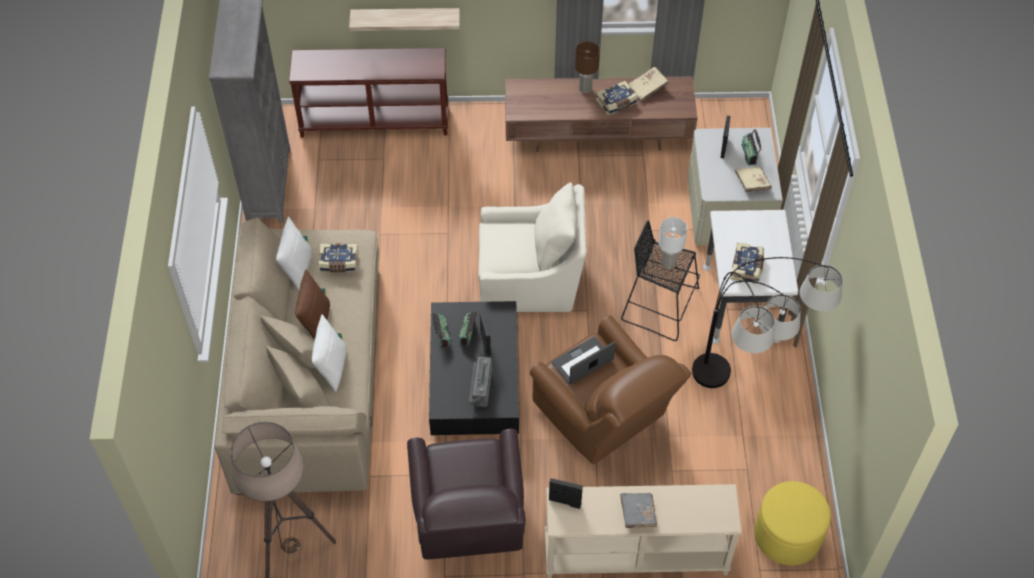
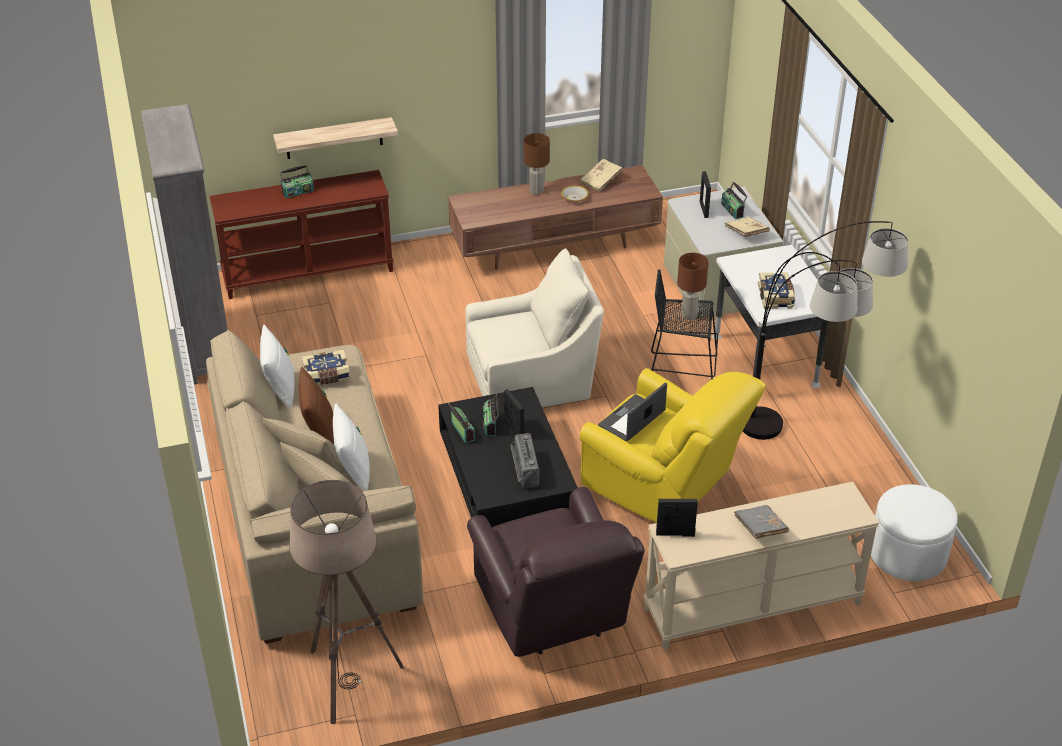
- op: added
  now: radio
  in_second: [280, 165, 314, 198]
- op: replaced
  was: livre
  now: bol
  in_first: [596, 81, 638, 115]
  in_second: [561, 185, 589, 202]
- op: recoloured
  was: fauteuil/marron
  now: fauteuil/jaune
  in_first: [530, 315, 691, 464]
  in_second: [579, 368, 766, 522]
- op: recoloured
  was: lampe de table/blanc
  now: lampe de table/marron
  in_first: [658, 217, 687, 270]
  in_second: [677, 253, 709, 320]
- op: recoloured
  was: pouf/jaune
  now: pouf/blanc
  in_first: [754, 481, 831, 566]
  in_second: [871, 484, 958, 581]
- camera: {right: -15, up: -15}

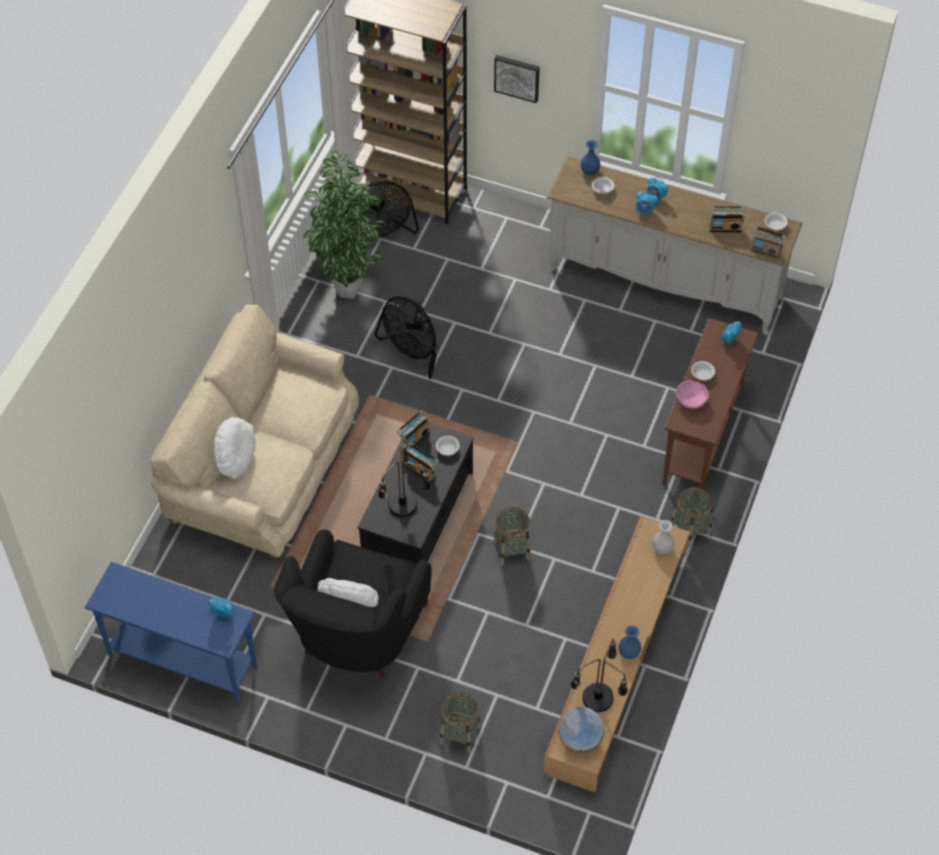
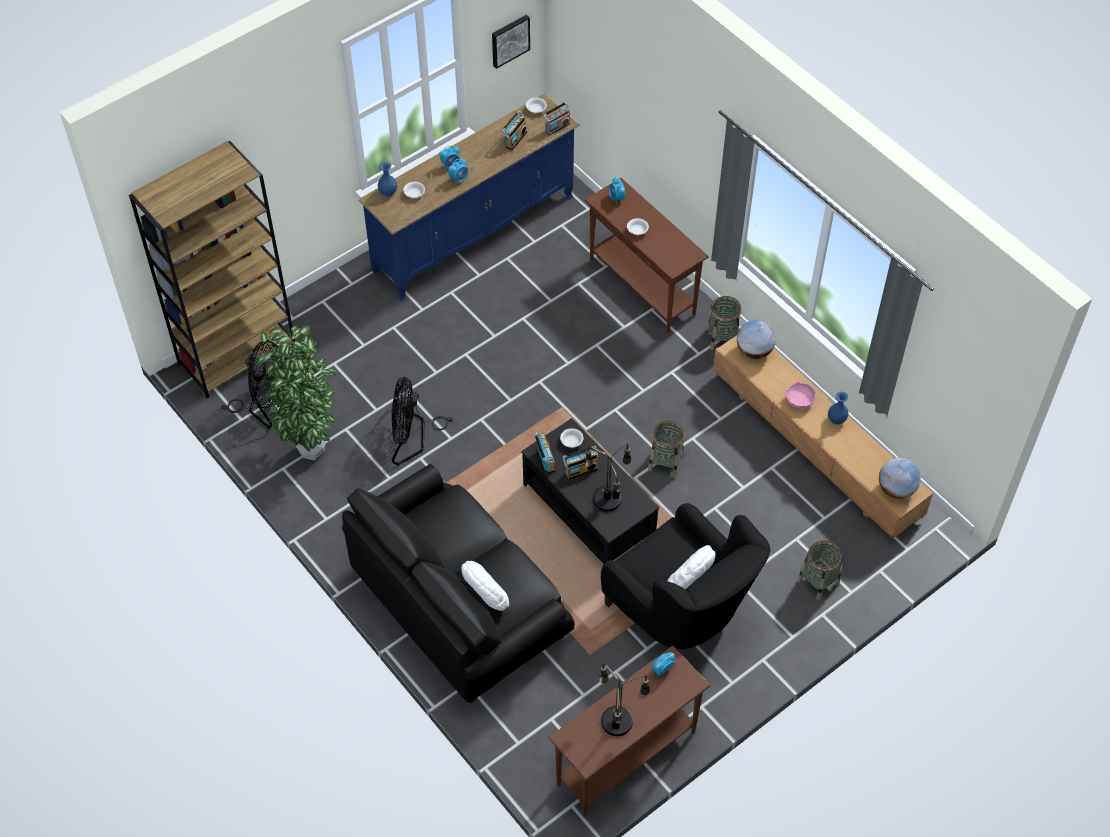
- op: moved
  was: tableau
  in_first: [494, 55, 540, 103]
  in_second: [492, 15, 530, 69]
- op: moved
  was: lampe de table
  in_first: [571, 638, 627, 712]
  in_second: [599, 663, 650, 736]
- op: moved
  was: bol/rose
  in_first: [676, 380, 709, 409]
  in_second: [786, 382, 816, 408]
- op: replaced
  was: vase/blanc
  now: globe
  in_first: [652, 520, 674, 554]
  in_second: [737, 320, 776, 359]
- op: recoloured
  was: table console/bleu
  now: table console/marron
  in_first: [85, 562, 257, 703]
  in_second: [549, 645, 710, 817]
- op: recoloured
  was: canapé/beige
  now: canapé/noir
  in_first: [150, 305, 359, 558]
  in_second: [342, 464, 575, 703]
- op: recoloured
  was: meuble de rangement/gris
  now: meuble de rangement/bleu
  in_first: [547, 156, 802, 335]
  in_second: [359, 93, 580, 301]
- op: turned
  was: ventilateur/noir
  in_first: [375, 297, 438, 379]
  in_second: [391, 376, 454, 466]
  clockwise: 105
- camera: {right: -60, up: 0}

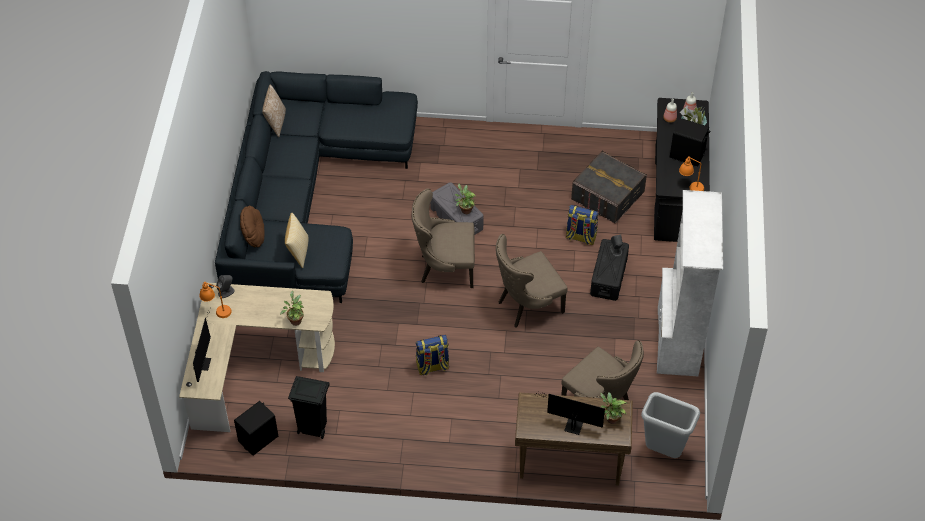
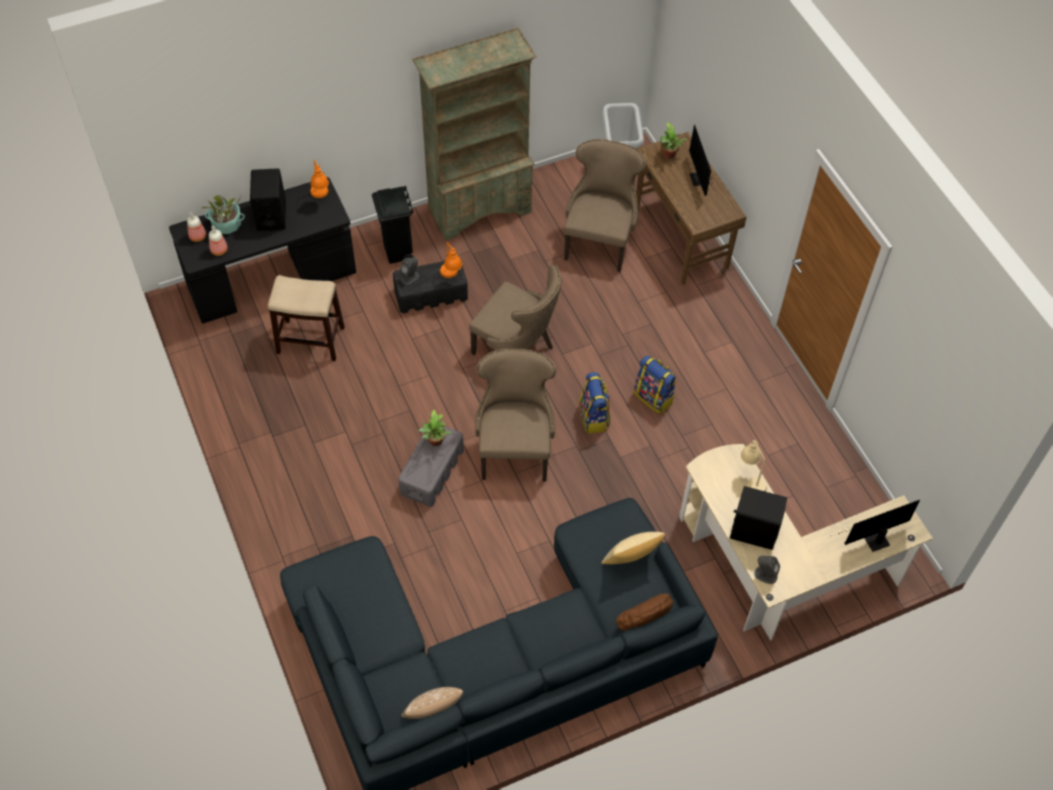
- op: moved
  was: lampe de table/orange
  in_first: [199, 282, 232, 318]
  in_second: [440, 242, 462, 278]
- op: moved
  was: enceinte/noir
  in_first: [234, 401, 278, 456]
  in_second: [730, 486, 788, 550]
- op: moved
  was: poubelle/noir
  in_first: [288, 376, 330, 439]
  in_second: [372, 186, 414, 264]
- op: moved
  was: sac à dos
  in_first: [566, 205, 599, 245]
  in_second: [579, 372, 610, 434]
- op: replaced
  was: plante en pot
  now: lampe de table/beige
  in_first: [280, 291, 304, 326]
  in_second: [741, 440, 767, 492]
- op: replaced
  was: boîte de rangement/gris
  now: tabouret
  in_first: [571, 150, 647, 223]
  in_second: [268, 275, 345, 361]
- op: recoloured
  was: bibliothèque/blanc
  now: bibliothèque/vert
  in_first: [657, 190, 723, 376]
  in_second: [412, 28, 537, 240]
- op: turned
  was: chaise/beige
  in_first: [412, 188, 475, 288]
  in_second: [475, 349, 556, 482]
  clockwise: -150
- camera: {right: -120, up: 5}

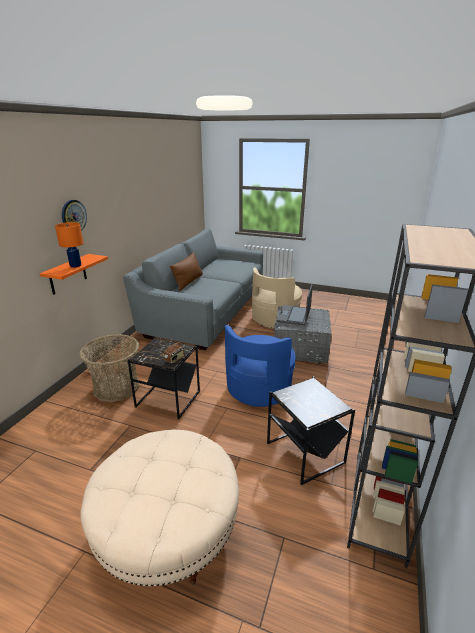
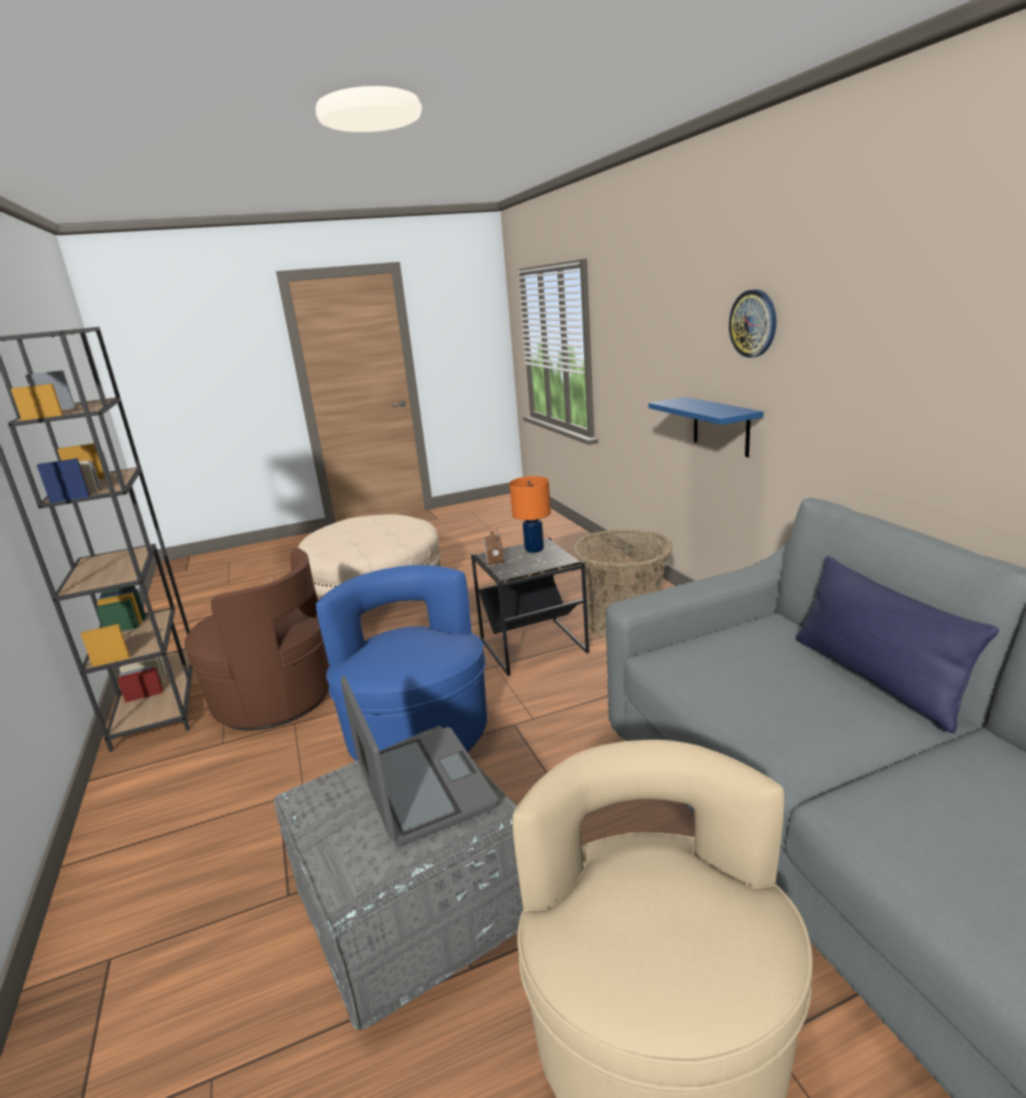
- op: moved
  was: lampe de table/orange
  in_first: [55, 222, 83, 268]
  in_second: [509, 476, 551, 553]
- op: replaced
  was: table d'appoint/noir
  now: fauteuil/marron
  in_first: [267, 376, 355, 485]
  in_second: [184, 548, 329, 730]
- op: recoloured
  was: étagère/orange
  now: étagère/bleu
  in_first: [40, 254, 108, 295]
  in_second: [648, 397, 763, 457]
- op: recoloured
  was: coussin/marron
  now: coussin/bleu
  in_first: [170, 252, 203, 291]
  in_second: [796, 556, 999, 733]
- camera: {right: 140, up: -5}

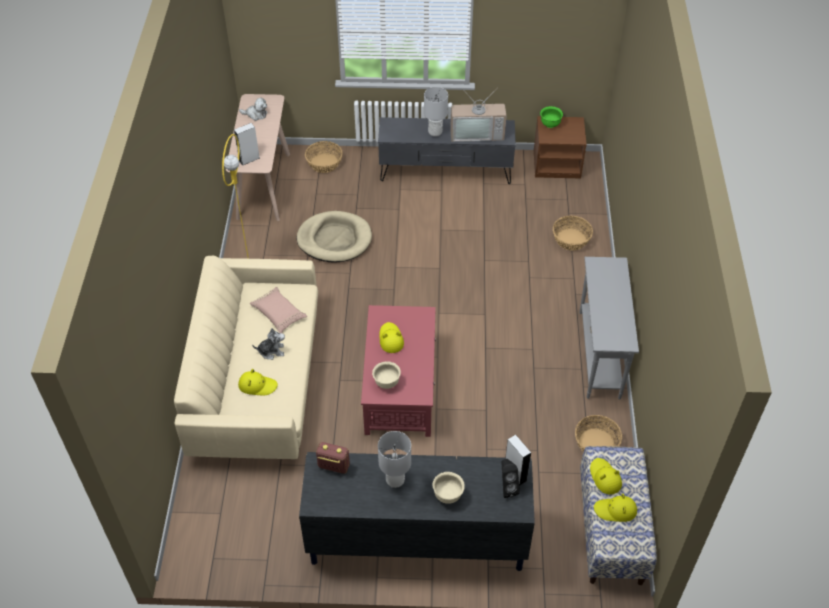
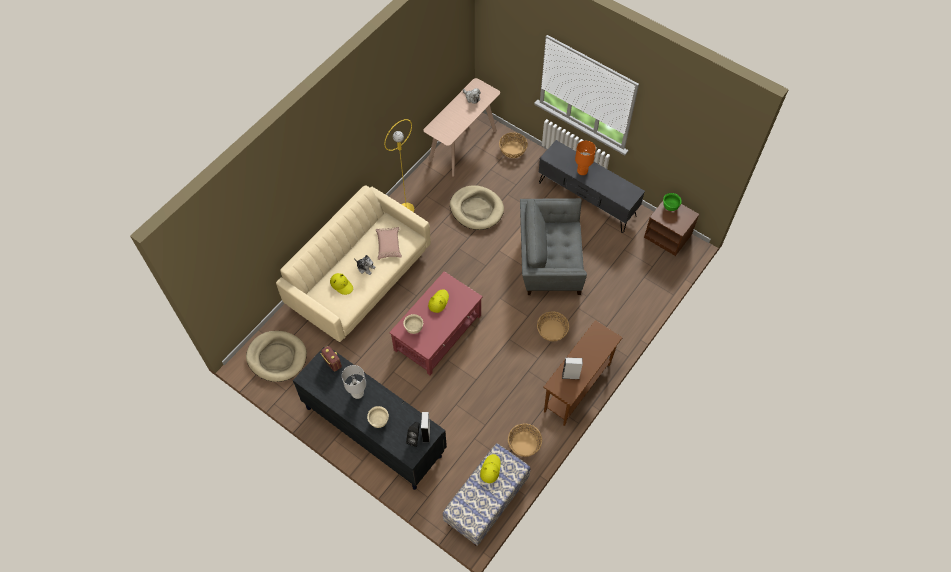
- op: removed
  was: téléviseur
  in_first: [450, 92, 506, 142]
- op: removed
  was: chapeau/jaune
  in_first: [594, 494, 637, 522]
- op: added
  now: panier pour chien/beige
  in_second: [246, 331, 307, 382]
- op: added
  now: fauteuil/gris
  in_second: [520, 198, 587, 295]
- op: moved
  was: enceinte/gris
  in_first: [234, 123, 260, 166]
  in_second: [562, 358, 583, 379]
- op: moved
  was: panier
  in_first: [553, 216, 593, 251]
  in_second: [537, 311, 569, 341]
- op: recoloured
  was: lampe de table/gris
  now: lampe de table/orange
  in_first: [424, 87, 448, 137]
  in_second: [575, 141, 596, 175]
- op: recoloured
  was: table console/gris
  now: table console/marron
  in_first: [579, 257, 639, 400]
  in_second: [543, 320, 623, 426]
- camera: {right: 35, up: 10}

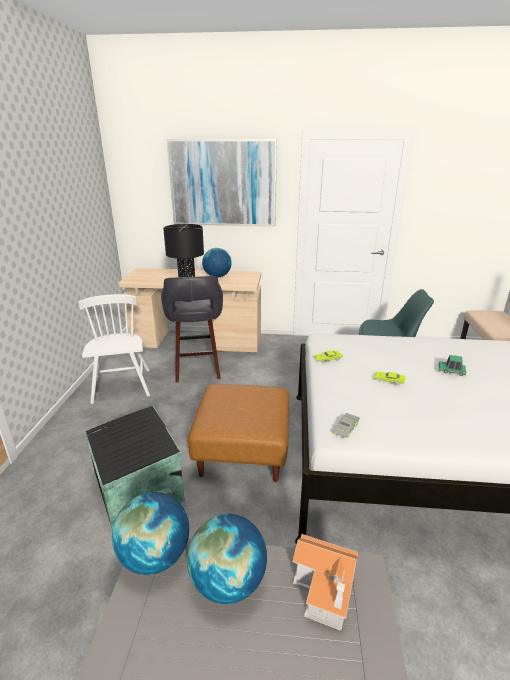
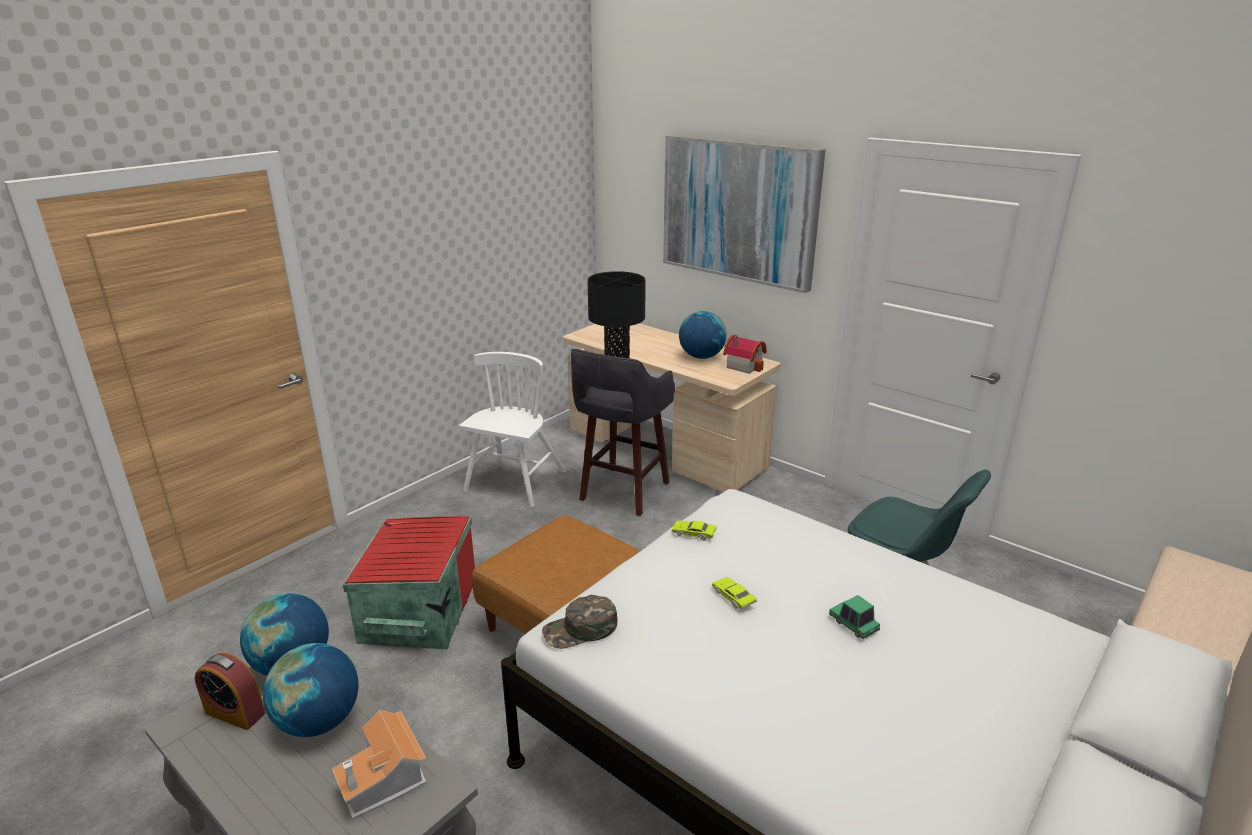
- op: added
  now: réveil
  in_second: [195, 653, 266, 730]
- op: added
  now: maison miniature
  in_second: [723, 335, 767, 374]
- op: replaced
  was: petite voiture/gris
  now: casquette/vert
  in_first: [332, 413, 360, 438]
  in_second: [542, 595, 617, 649]
- op: recoloured
  was: boîte de rangement/noir
  now: boîte de rangement/rouge
  in_first: [84, 406, 185, 529]
  in_second: [343, 516, 475, 649]
- camera: {right: 35, up: 0}

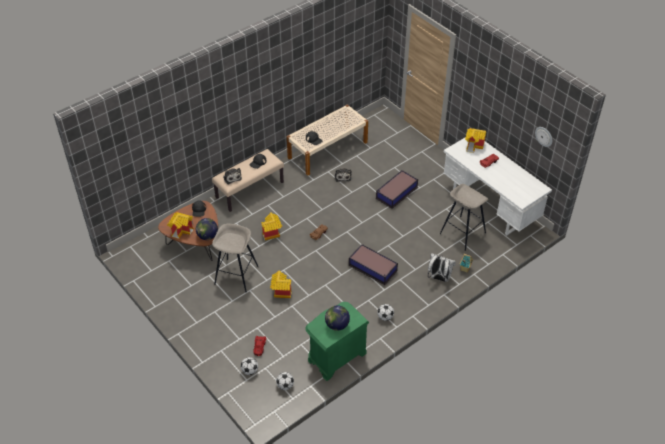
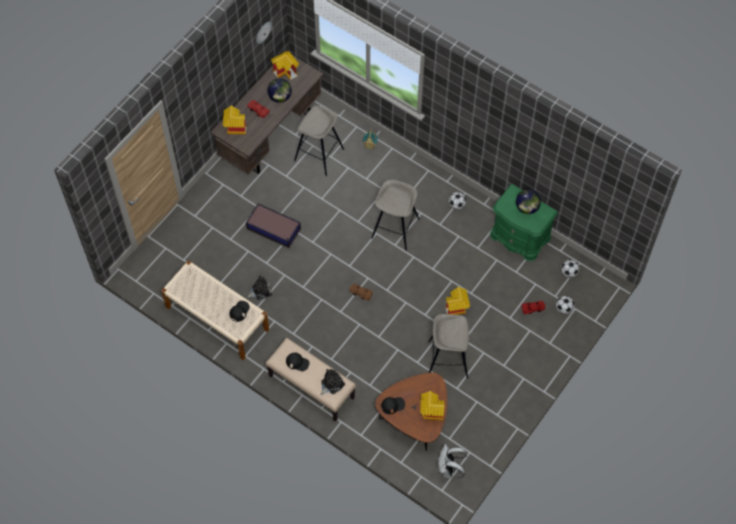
- op: moved
  was: globe
  in_first: [196, 218, 218, 240]
  in_second: [268, 78, 292, 103]
- op: moved
  was: maison miniature
  in_first: [262, 212, 282, 240]
  in_second: [271, 51, 299, 80]
- op: moved
  was: sac à dos/blanc
  in_first: [428, 253, 456, 282]
  in_second: [438, 444, 467, 478]
- op: replaced
  was: boîte de rangement
  now: tabouret/gris
  in_first: [349, 244, 398, 285]
  in_second: [371, 180, 420, 251]
- op: recoloured
  was: bureau/blanc
  now: bureau/marron
  in_first: [444, 138, 552, 235]
  in_second: [210, 56, 323, 175]
- camera: {right: -105, up: 15}

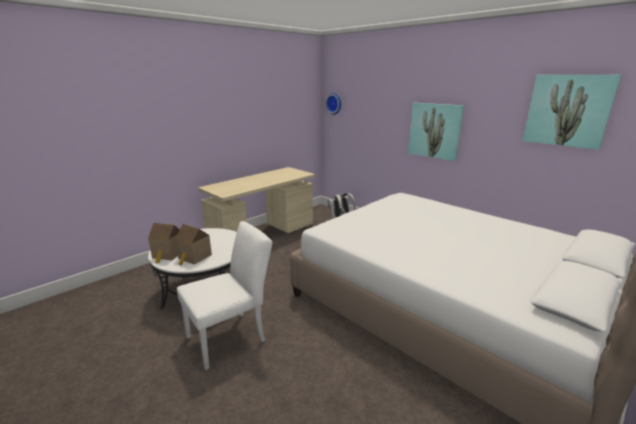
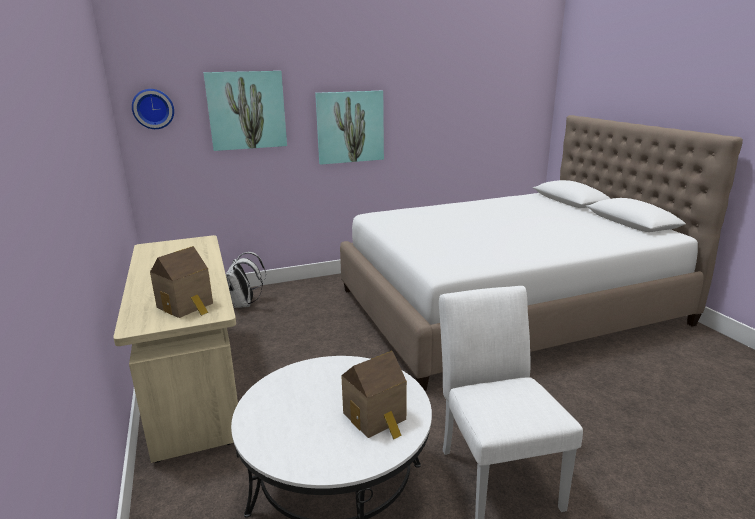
- op: moved
  was: maison miniature
  in_first: [148, 223, 180, 263]
  in_second: [150, 246, 213, 318]
- op: moved
  was: tableau
  in_first: [523, 75, 621, 150]
  in_second: [203, 71, 287, 151]
- camera: {right: -65, up: 0}

